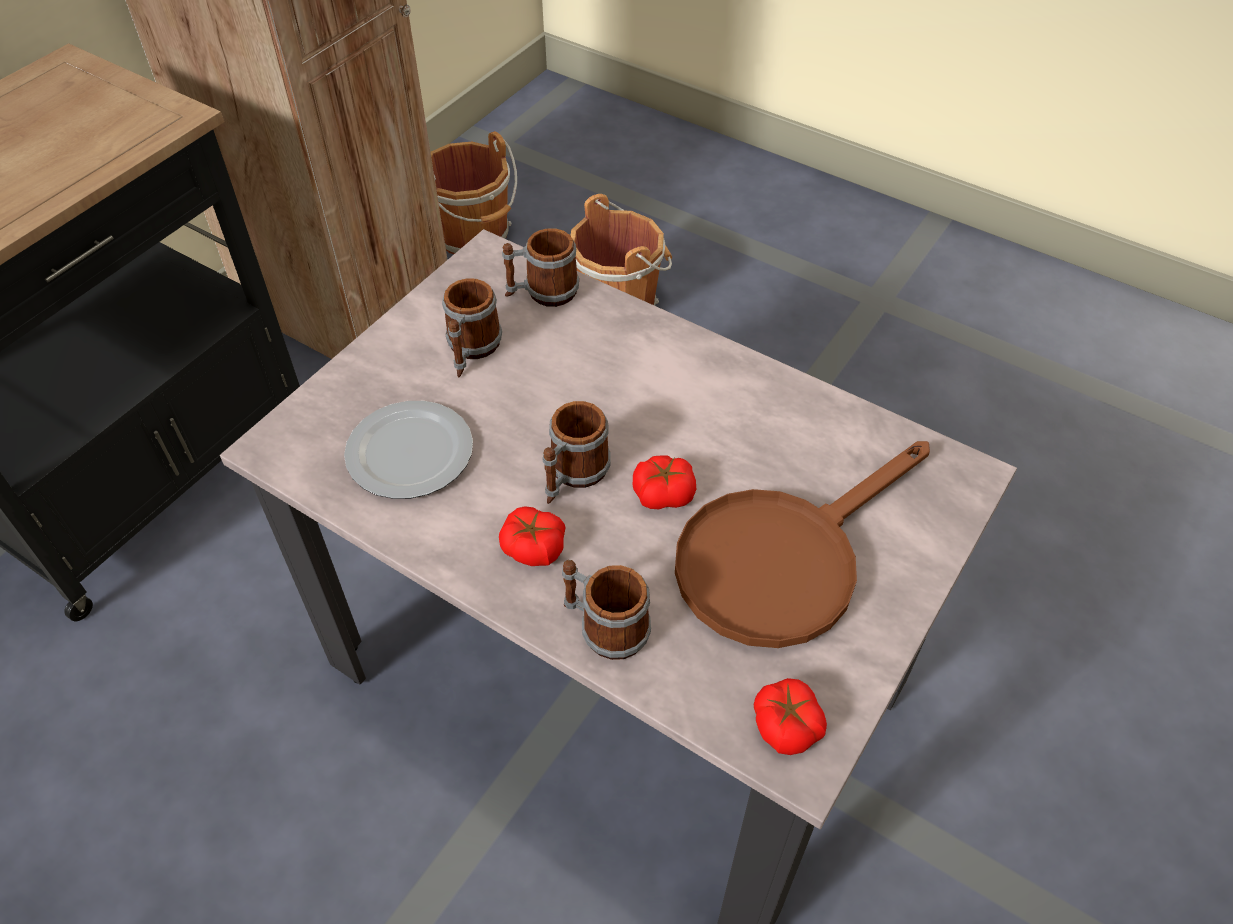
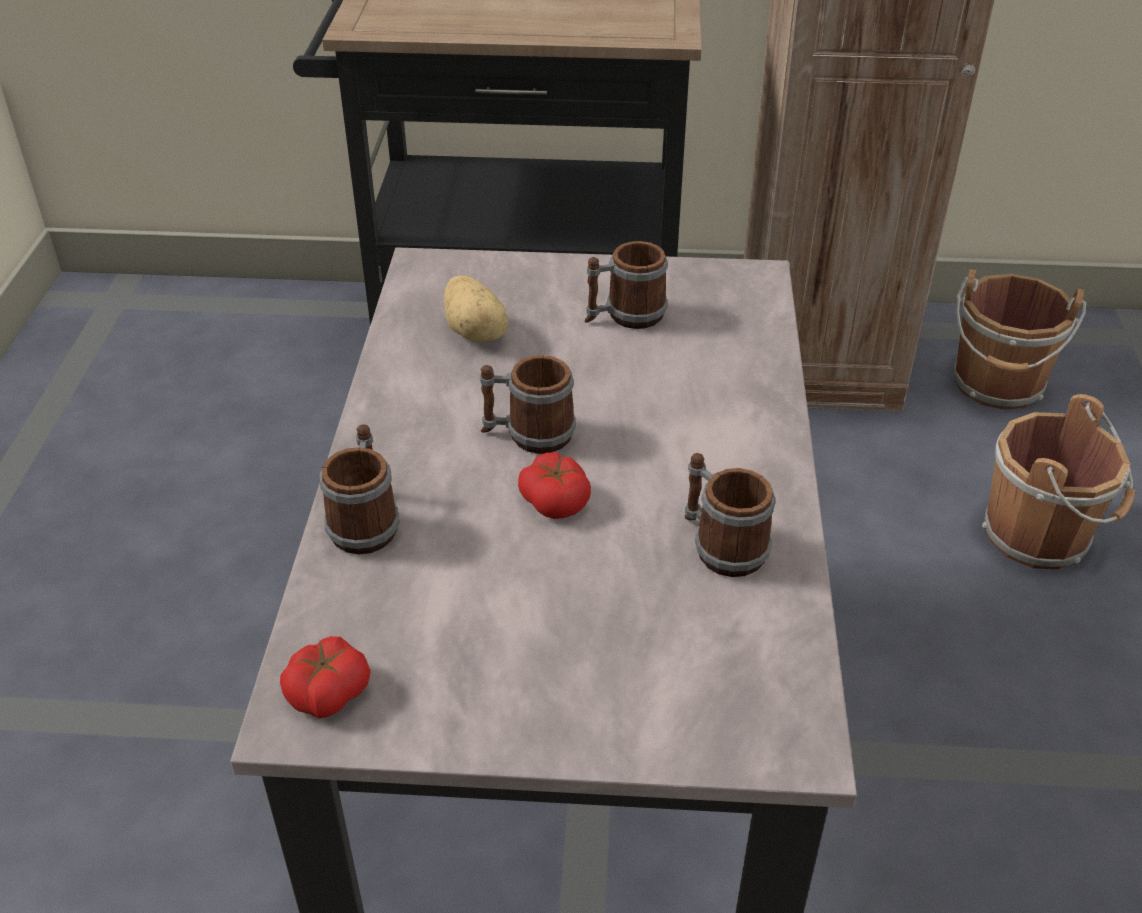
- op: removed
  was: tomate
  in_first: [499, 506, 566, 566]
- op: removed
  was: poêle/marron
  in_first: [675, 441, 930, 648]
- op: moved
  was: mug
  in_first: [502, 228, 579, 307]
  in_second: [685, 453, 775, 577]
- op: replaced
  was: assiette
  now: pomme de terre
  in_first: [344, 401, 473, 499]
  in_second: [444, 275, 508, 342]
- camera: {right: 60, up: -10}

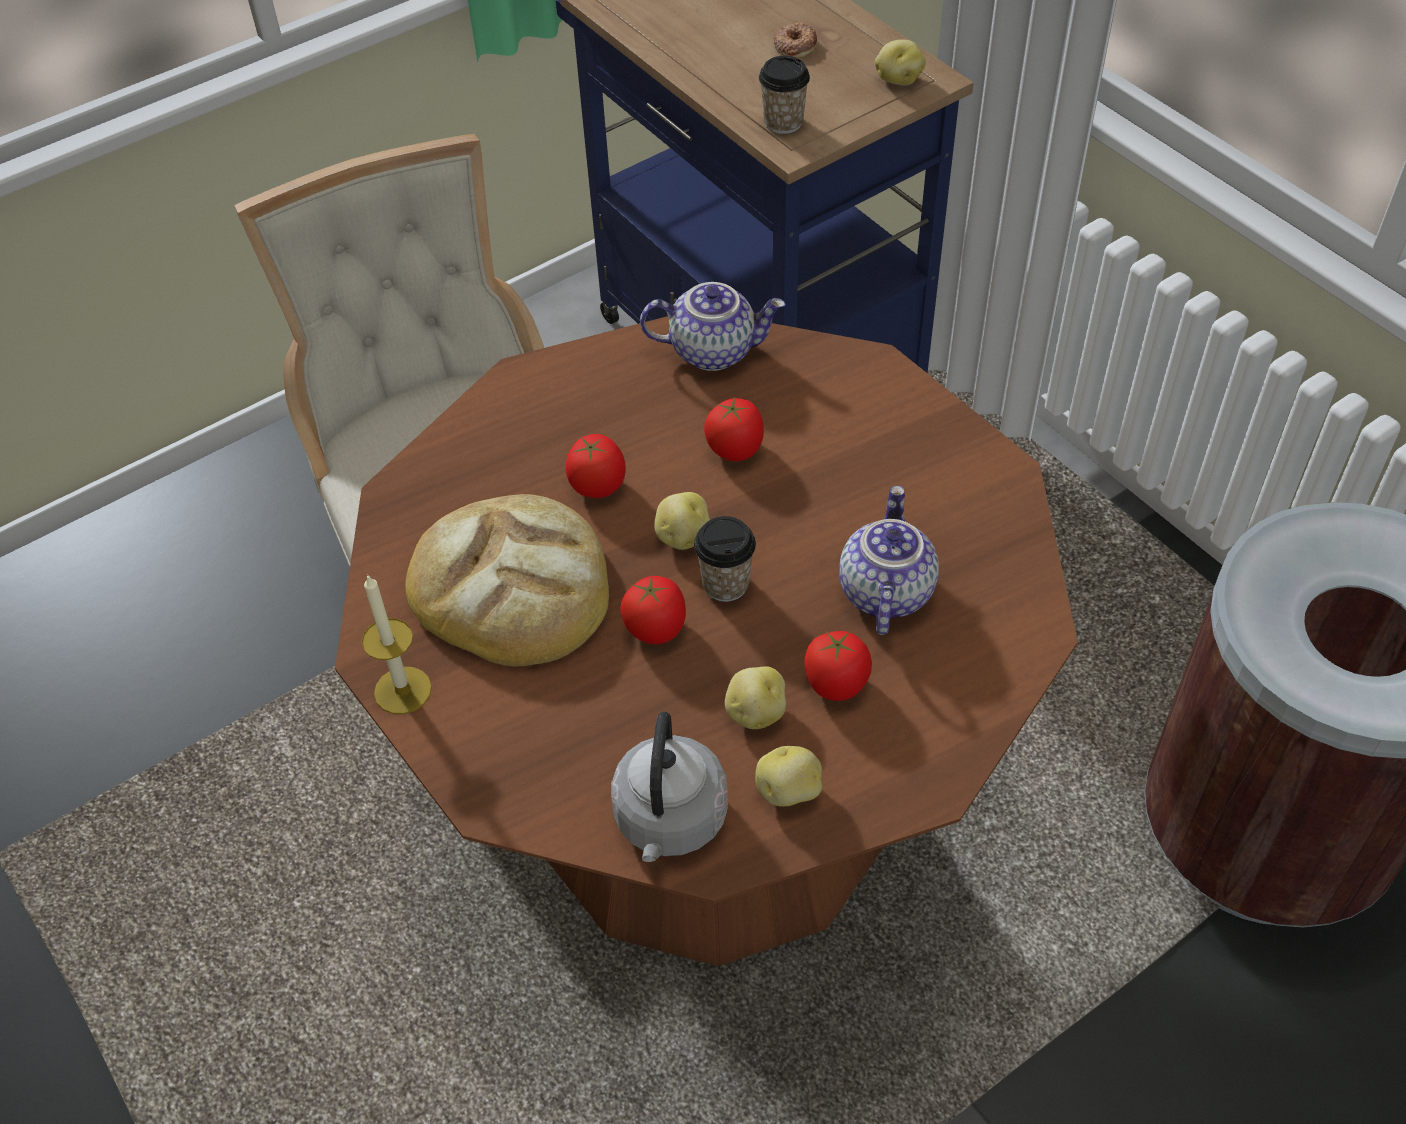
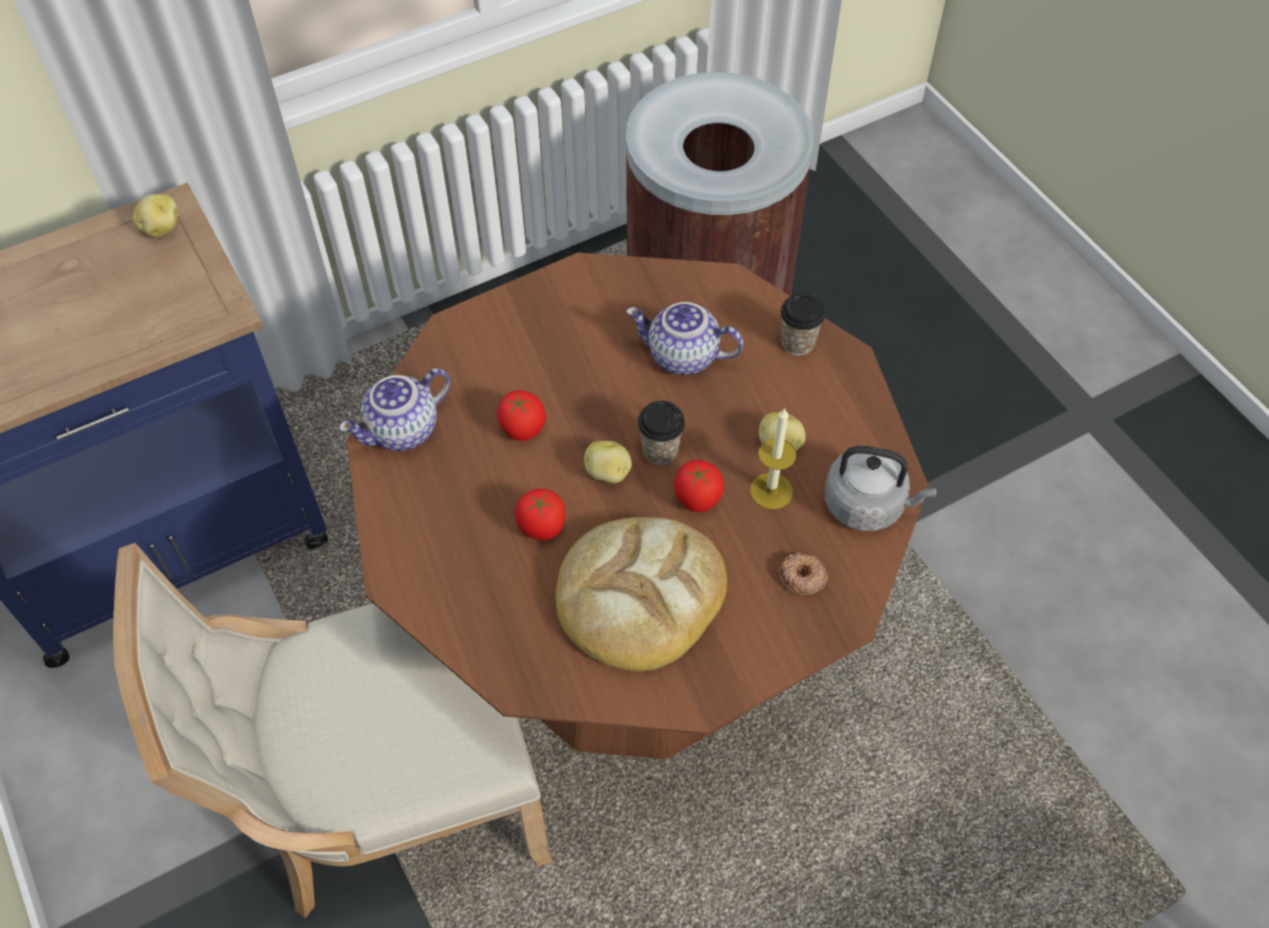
- op: removed
  was: pomme de terre
  in_first: [755, 746, 822, 807]
- op: removed
  was: tomate
  in_first: [805, 631, 872, 701]
- op: moved
  was: bougie
  in_first: [362, 574, 432, 714]
  in_second: [750, 408, 796, 509]
- op: moved
  was: tasse
  in_first: [759, 56, 810, 134]
  in_second: [781, 293, 825, 355]
- op: moved
  was: beignet
  in_first: [774, 22, 817, 58]
  in_second: [779, 552, 828, 595]
- op: turned
  was: théière
  in_first: [640, 282, 786, 371]
  in_second: [339, 368, 451, 451]
  clockwise: -135
- camera: {right: -85, up: 5}

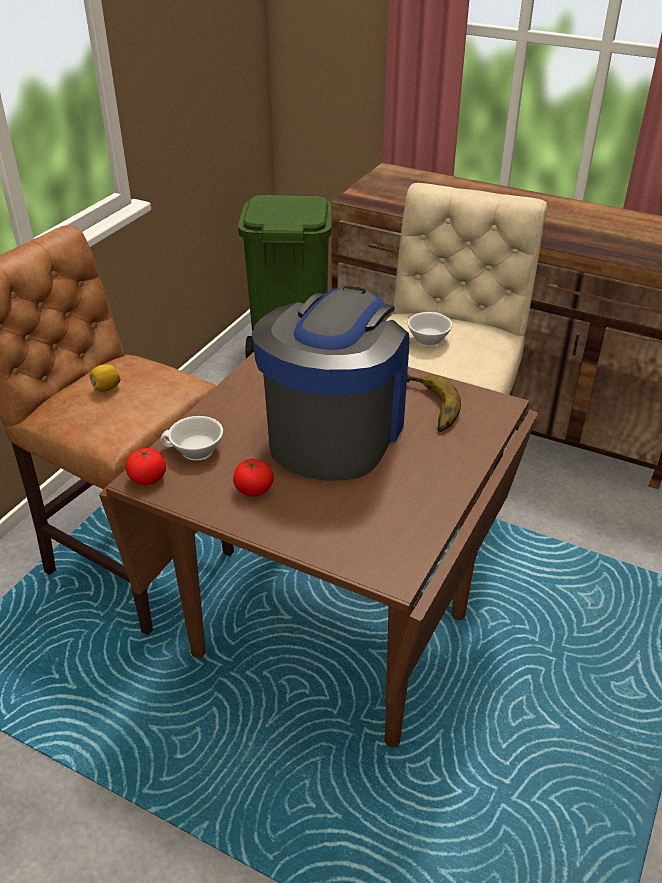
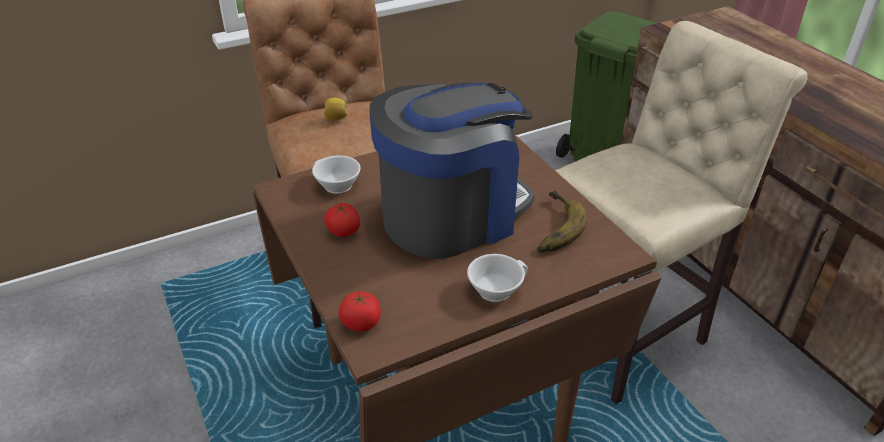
- op: moved
  was: tomate
  in_first: [125, 448, 166, 485]
  in_second: [338, 292, 381, 332]
- op: moved
  was: tasse/blanc
  in_first: [408, 312, 452, 347]
  in_second: [467, 254, 528, 302]
- camera: {right: 35, up: 0}

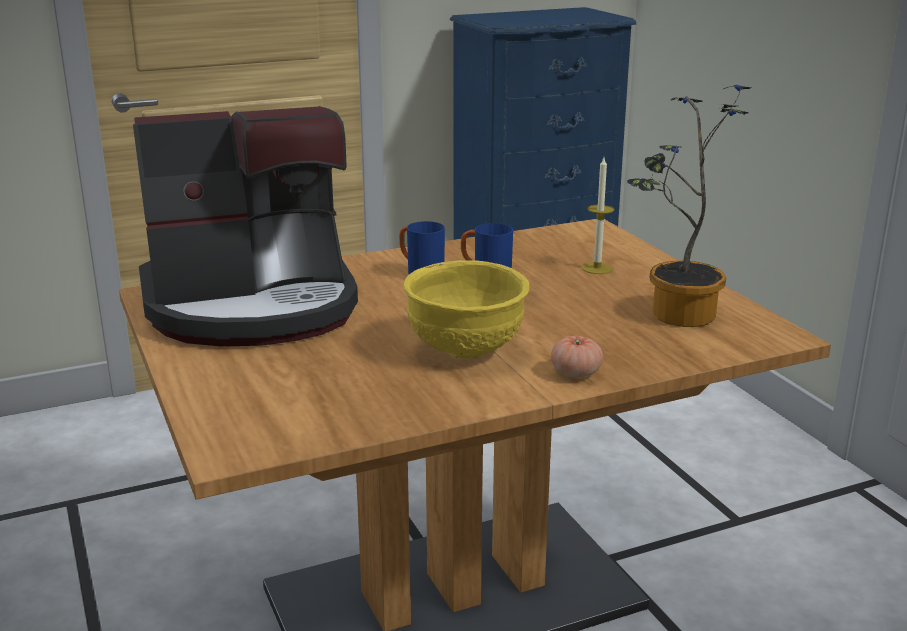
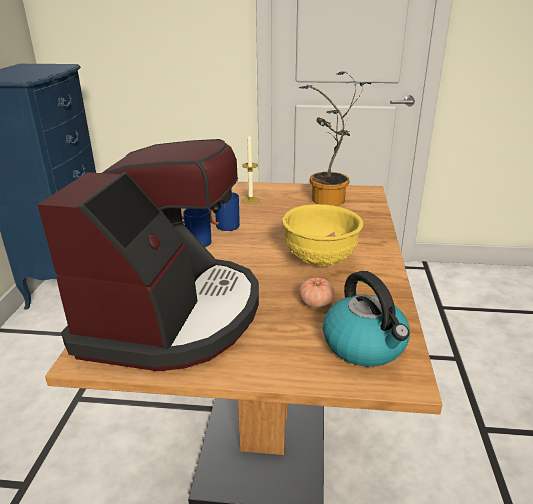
- op: added
  now: bouilloire
  in_second: [323, 271, 410, 367]
- op: moved
  was: tomate
  in_first: [551, 336, 603, 378]
  in_second: [299, 277, 335, 308]
- camera: {right: -60, up: 5}

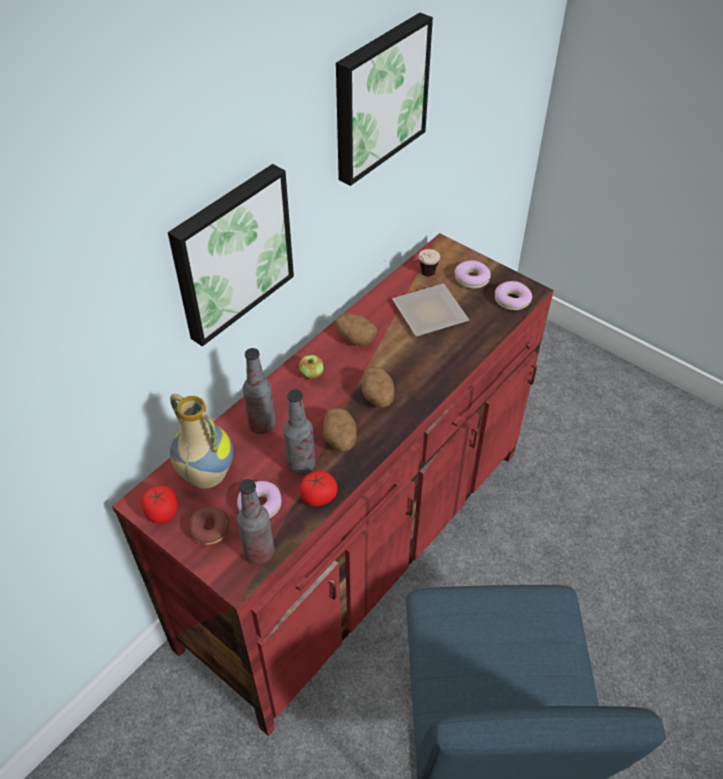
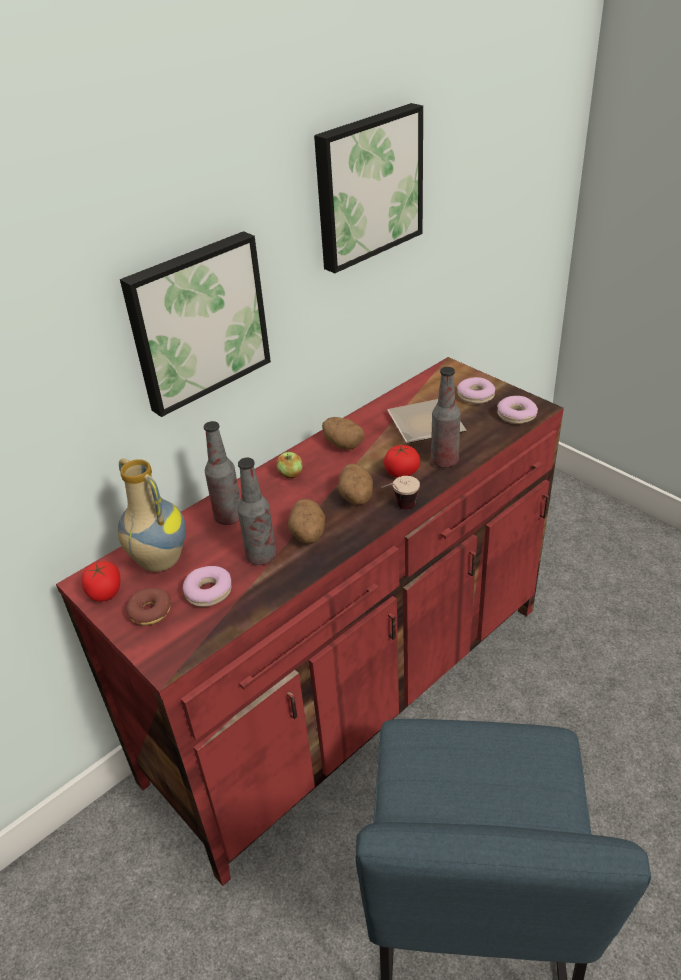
- op: moved
  was: bouteille
  in_first: [237, 479, 274, 565]
  in_second: [431, 367, 460, 468]
- op: moved
  was: tomate
  in_first: [299, 471, 337, 506]
  in_second: [384, 445, 420, 478]
- op: moved
  was: tasse
  in_first: [414, 249, 440, 276]
  in_second: [381, 476, 420, 510]
- camera: {right: 10, up: -10}

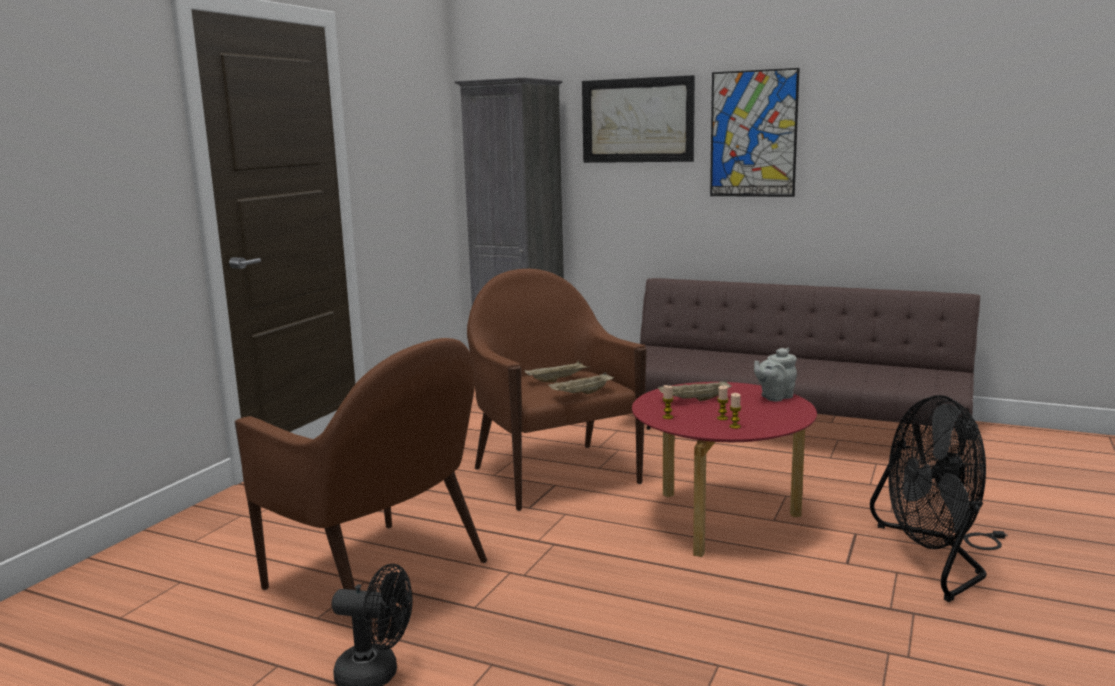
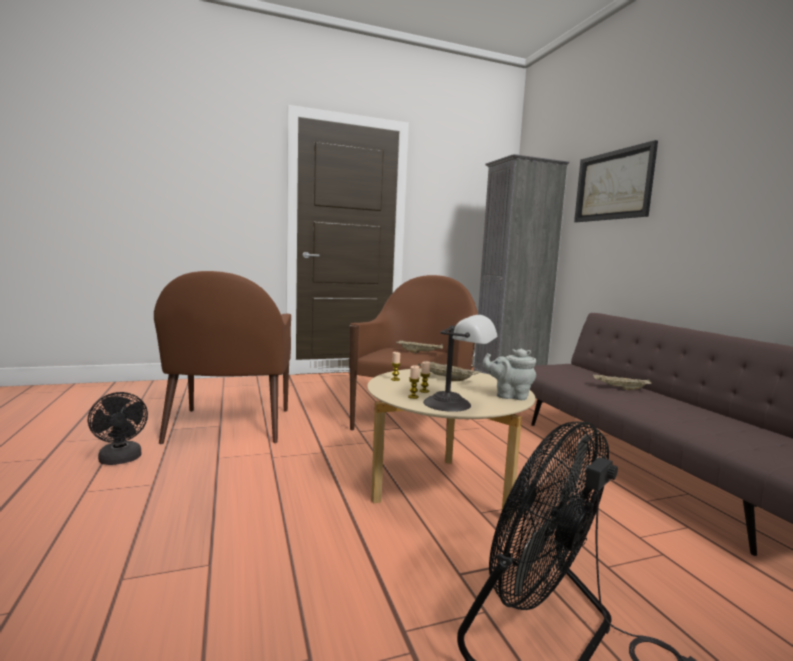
- op: removed
  was: tableau
  in_first: [710, 68, 800, 197]
- op: added
  now: lampe de table
  in_second: [423, 315, 497, 412]
- op: moved
  was: plateau/beige
  in_first: [548, 372, 614, 394]
  in_second: [593, 374, 652, 390]
- op: recoloured
  was: table basse/rouge
  now: table basse/beige
  in_first: [632, 382, 817, 557]
  in_second: [367, 368, 535, 521]
- camera: {right: 45, up: -5}

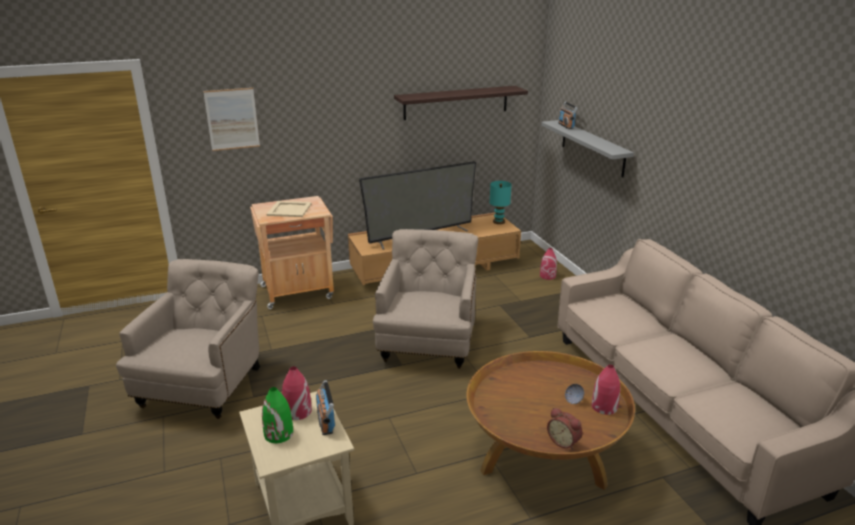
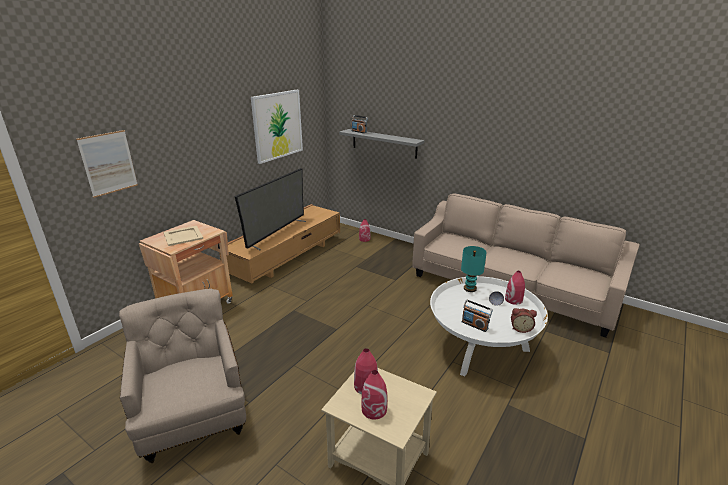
- op: removed
  was: fauteuil/beige
  in_first: [373, 229, 478, 369]
- op: moved
  was: radio
  in_first: [316, 380, 335, 435]
  in_second: [462, 300, 493, 332]
- op: moved
  was: lampe de table/turquoise
  in_first: [490, 181, 512, 224]
  in_second: [461, 246, 487, 292]
- op: replaced
  was: étagère
  now: tableau
  in_first: [394, 86, 528, 120]
  in_second: [251, 90, 303, 164]
- op: recoloured
  was: vase/vert
  now: vase/rouge
  in_first: [262, 387, 293, 443]
  in_second: [361, 370, 387, 420]
- op: recoloured
  was: table basse/marron
  now: table basse/blanc
  in_first: [467, 351, 635, 490]
  in_second: [430, 276, 548, 377]
- camera: {right: -35, up: 0}

